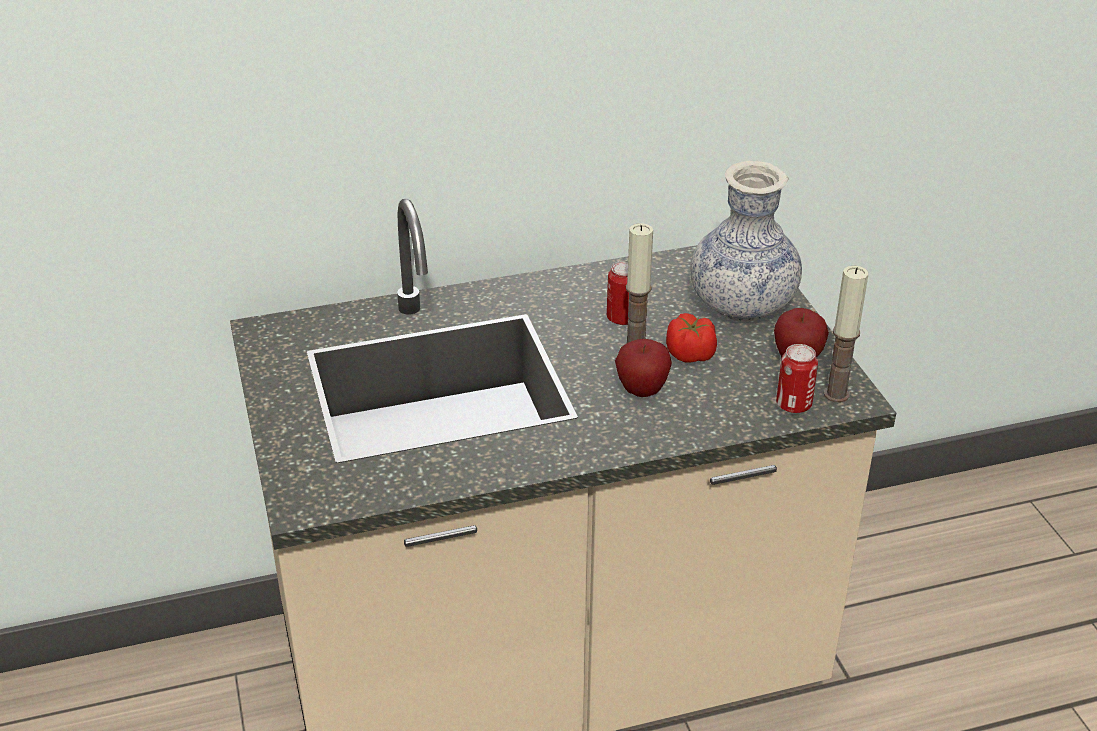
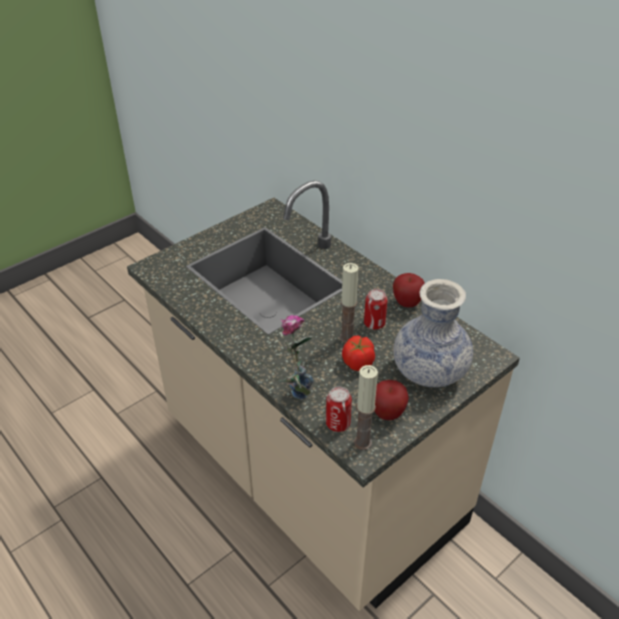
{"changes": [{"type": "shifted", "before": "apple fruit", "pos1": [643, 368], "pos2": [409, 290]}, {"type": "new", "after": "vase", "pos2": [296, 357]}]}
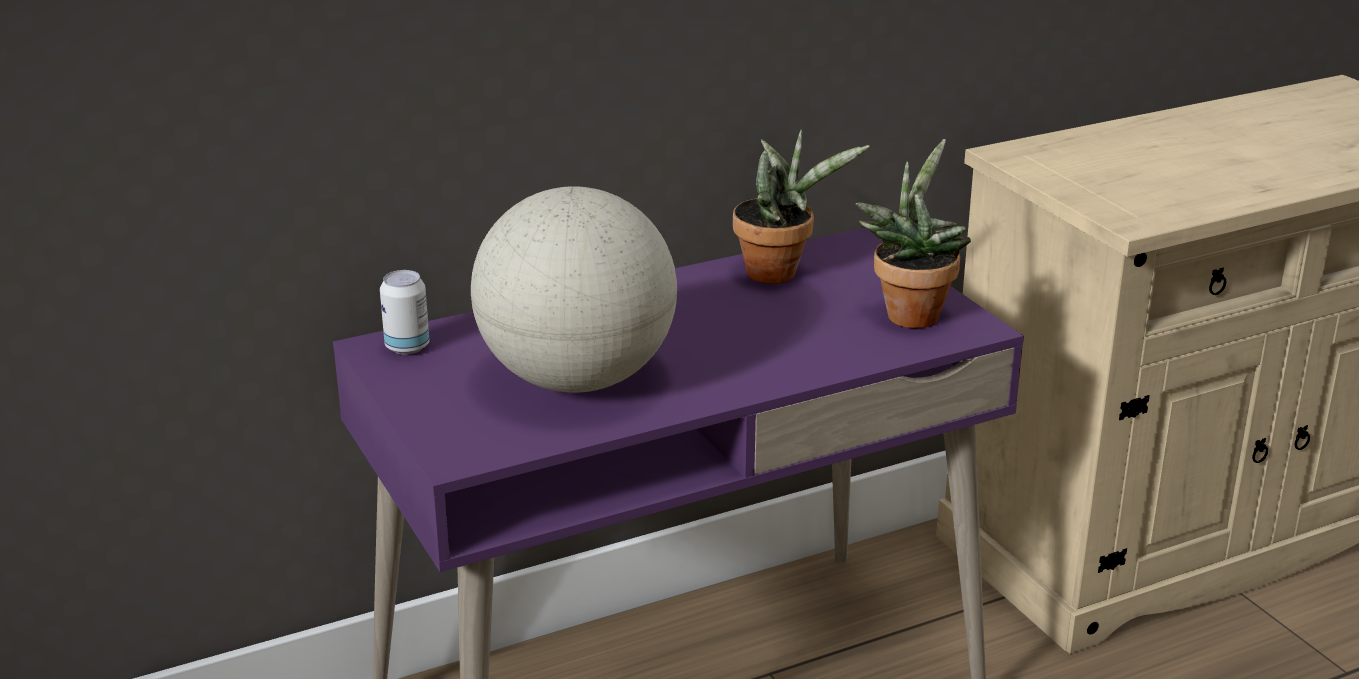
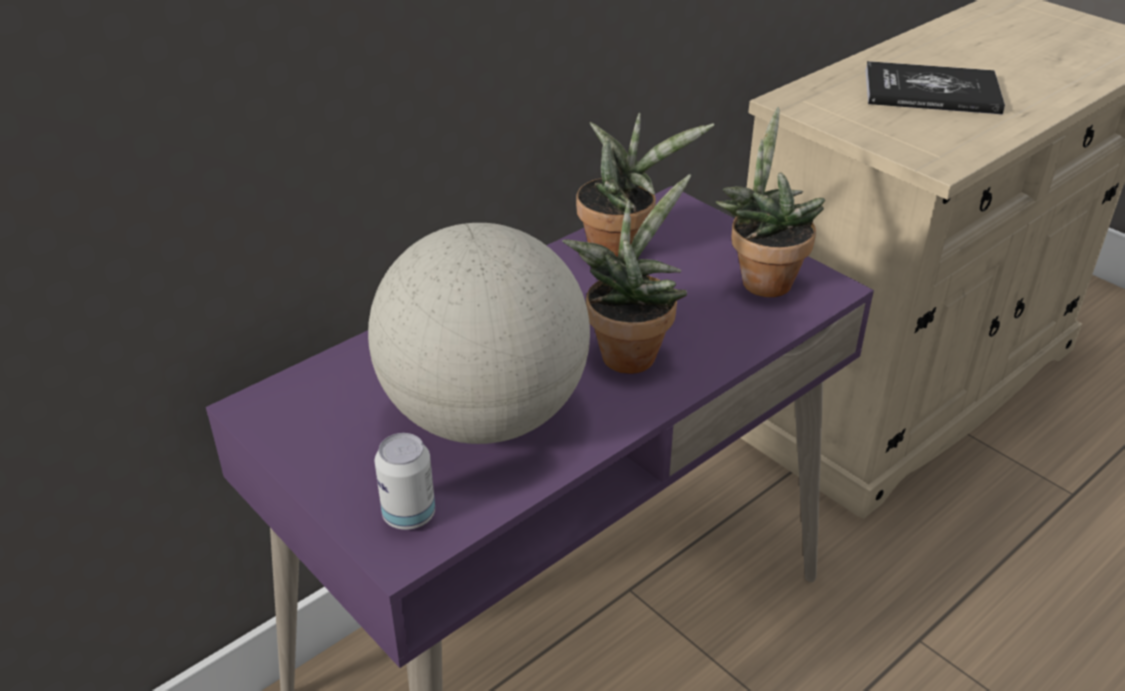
{"changes": [{"type": "shifted", "before": "sealed can", "pos1": [404, 312], "pos2": [405, 481]}, {"type": "new", "after": "bound book", "pos2": [935, 87]}, {"type": "new", "after": "houseplant", "pos2": [626, 274]}]}
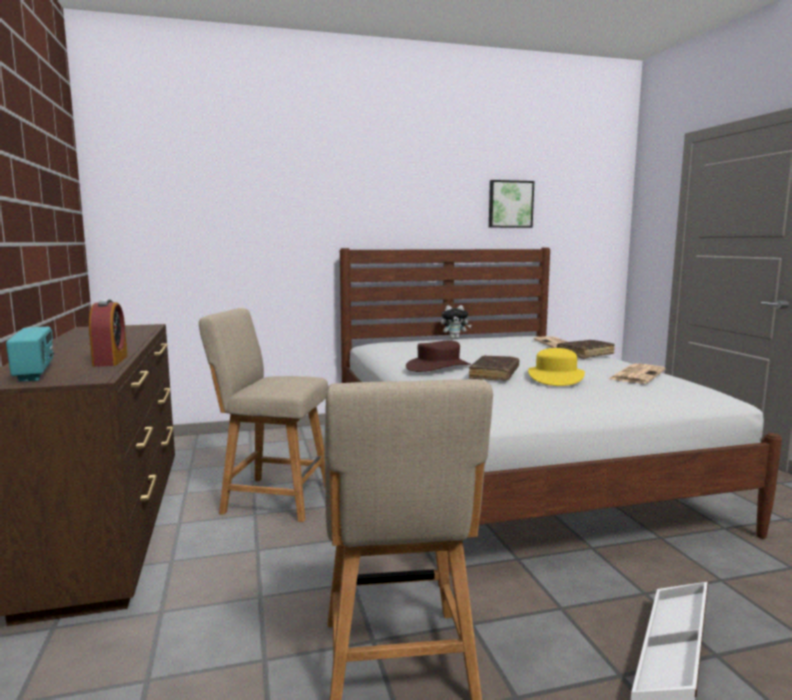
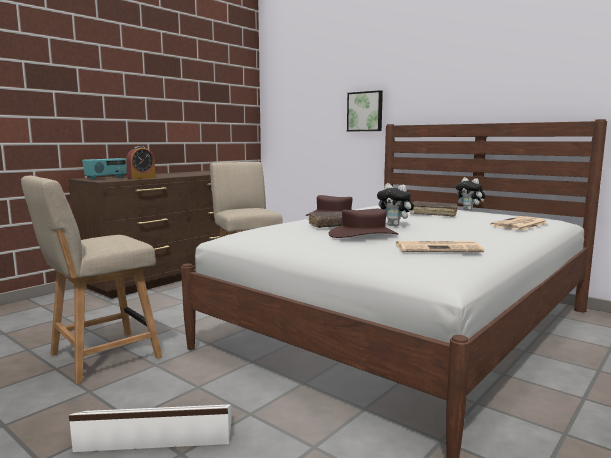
{"changes": [{"type": "shifted", "before": "picture", "pos1": [511, 204], "pos2": [365, 111]}, {"type": "shifted", "before": "brownish bound book", "pos1": [586, 349], "pos2": [433, 209]}, {"type": "repainted", "before": "yellowish wearable hat", "after": "brownish wearable hat", "pos1": [556, 367], "pos2": [364, 223]}, {"type": "new", "after": "soft toy", "pos2": [395, 204]}]}
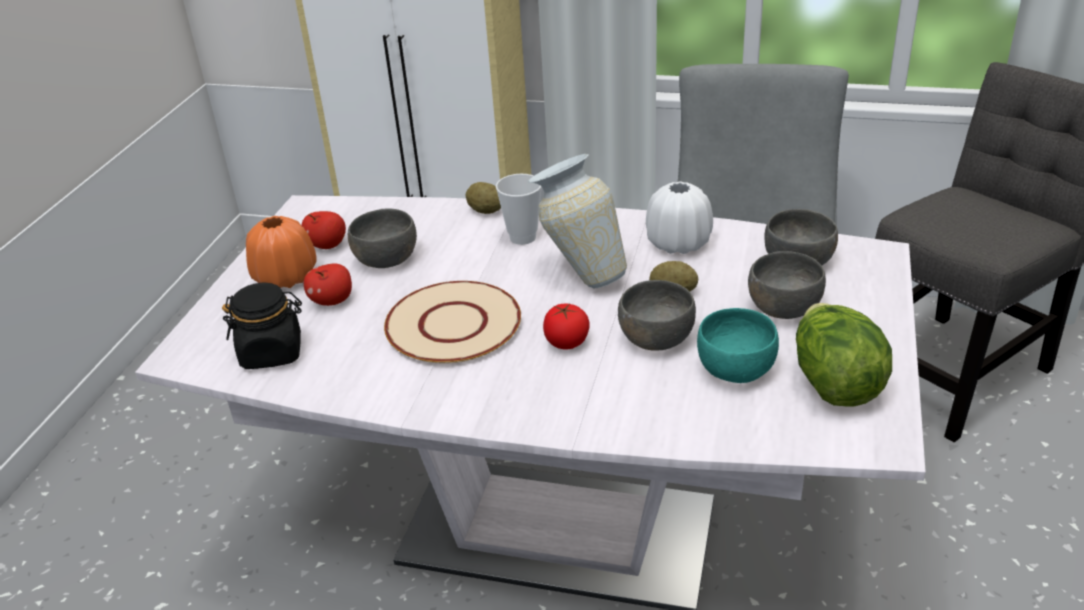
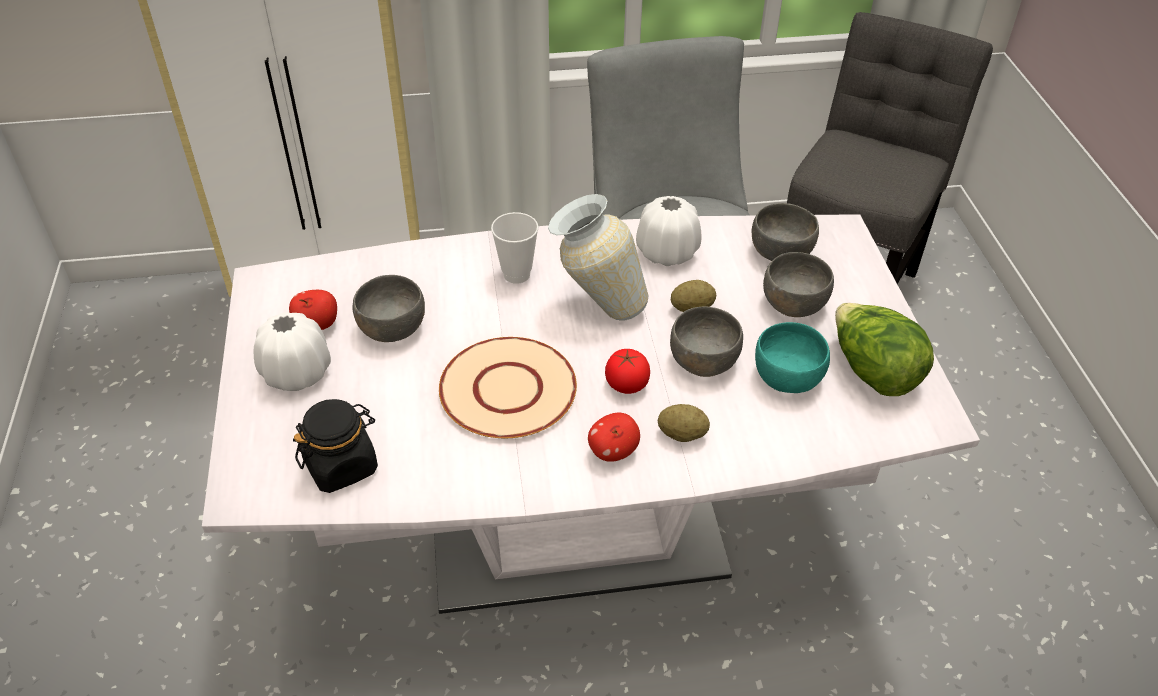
{"changes": [{"type": "shifted", "before": "whole potato", "pos1": [483, 198], "pos2": [684, 423]}, {"type": "repainted", "before": "orange-coloured vase", "after": "whitish vase", "pos1": [281, 252], "pos2": [292, 351]}, {"type": "shifted", "before": "apple fruit", "pos1": [328, 285], "pos2": [614, 437]}]}
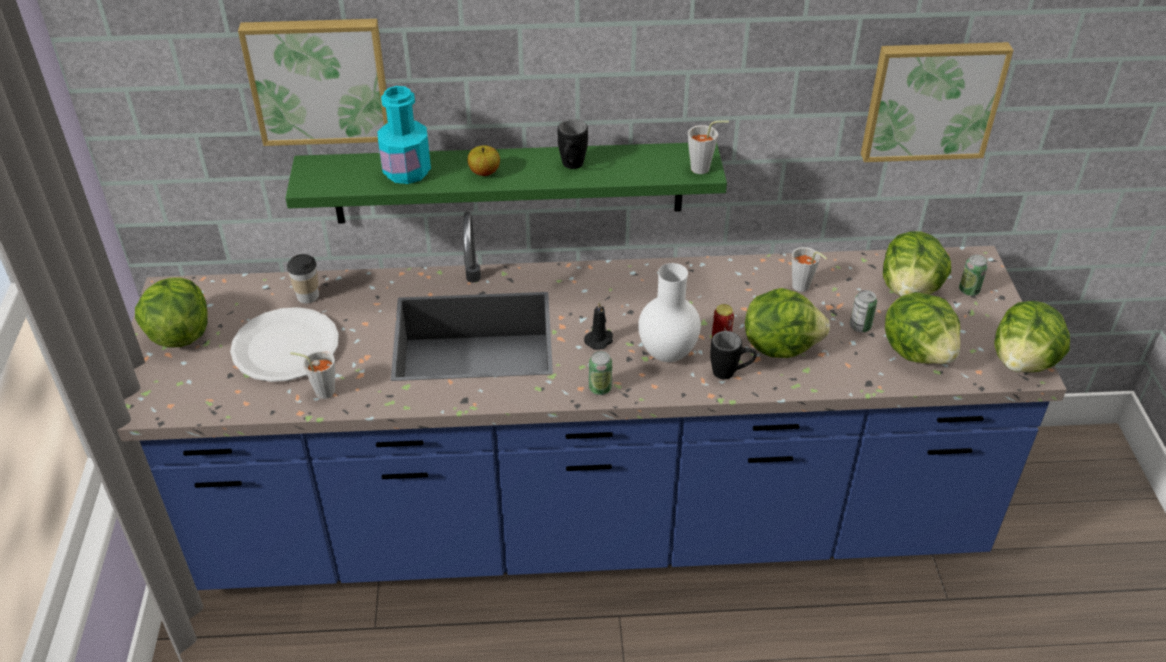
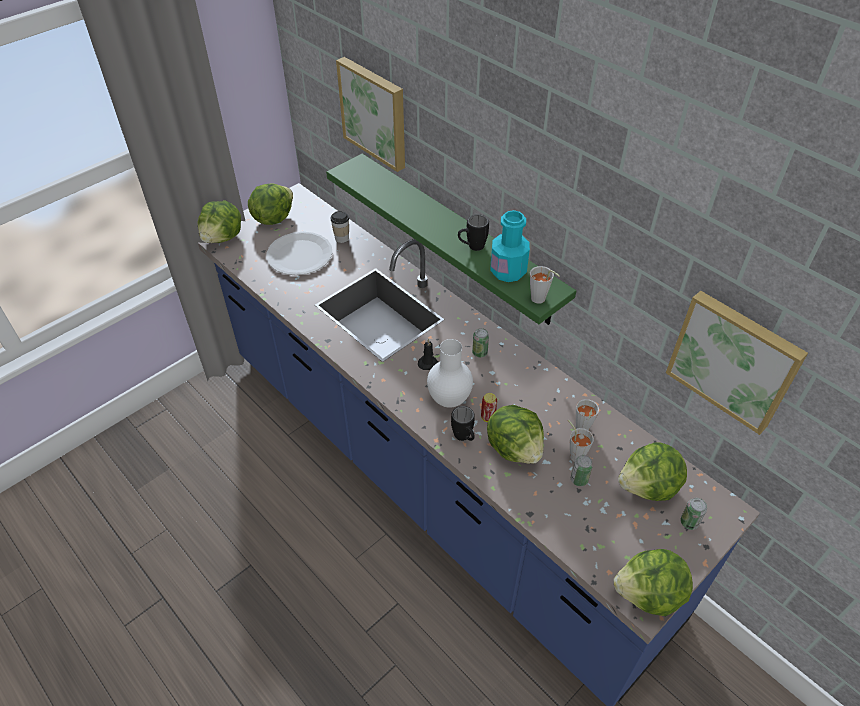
{"changes": [{"type": "shifted", "before": "blue-green beverage bottle", "pos1": [404, 135], "pos2": [510, 246]}, {"type": "gone", "before": "apple fruit", "pos1": [484, 160]}, {"type": "shifted", "before": "lettuce", "pos1": [922, 328], "pos2": [219, 221]}, {"type": "shifted", "before": "grey cup", "pos1": [312, 375], "pos2": [581, 440]}, {"type": "shifted", "before": "sealed can", "pos1": [600, 373], "pos2": [480, 342]}]}
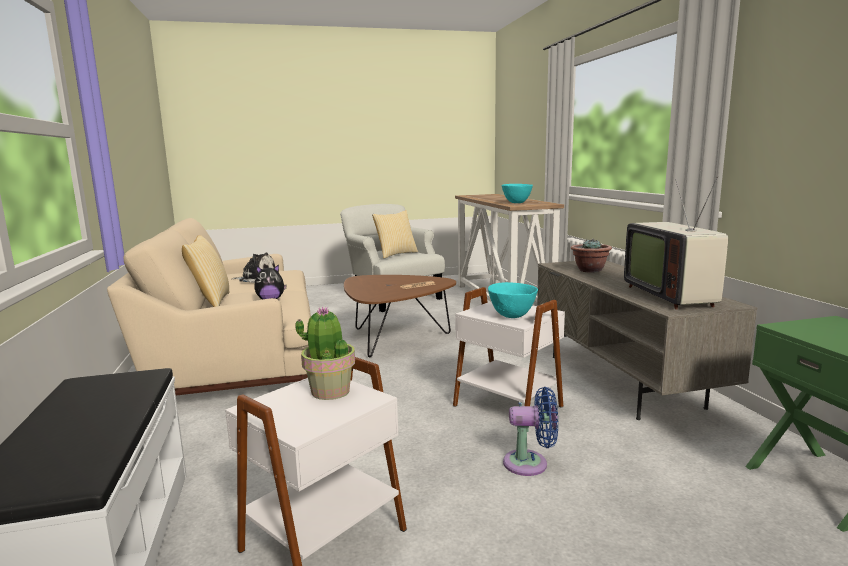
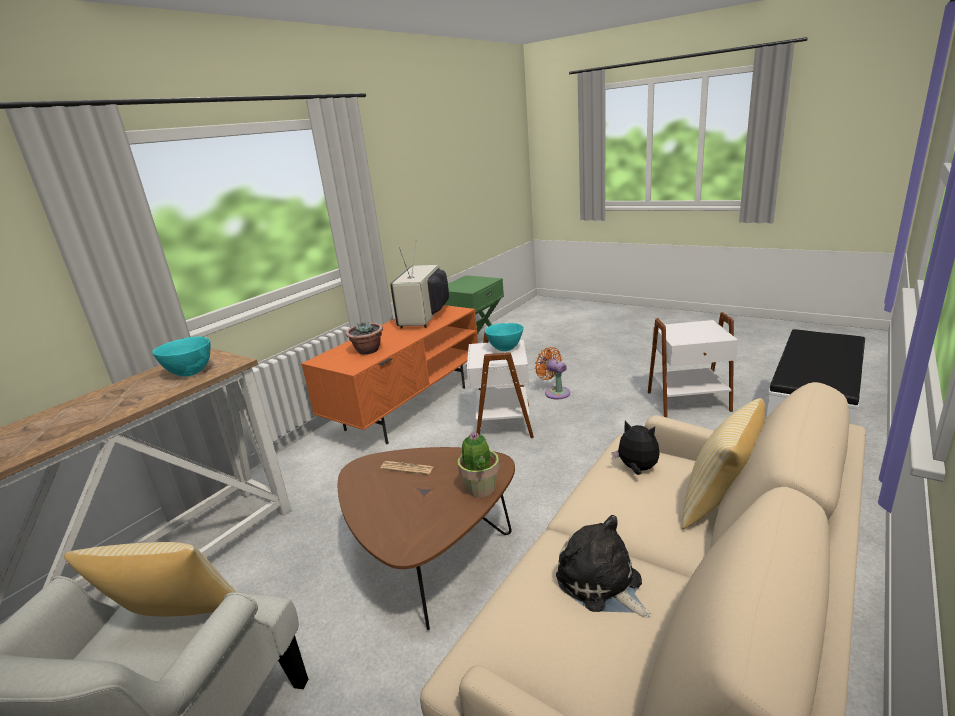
{"changes": [{"type": "rotated", "before": "TV set", "pos1": [676, 242], "pos2": [419, 286], "turn": 150}, {"type": "repainted", "before": "grey tv stand", "after": "orange-coloured tv stand", "pos1": [647, 340], "pos2": [389, 374]}, {"type": "shifted", "before": "houseplant", "pos1": [325, 353], "pos2": [478, 464]}, {"type": "repainted", "before": "bluish fan", "after": "orange-coloured fan", "pos1": [530, 431], "pos2": [552, 373]}]}
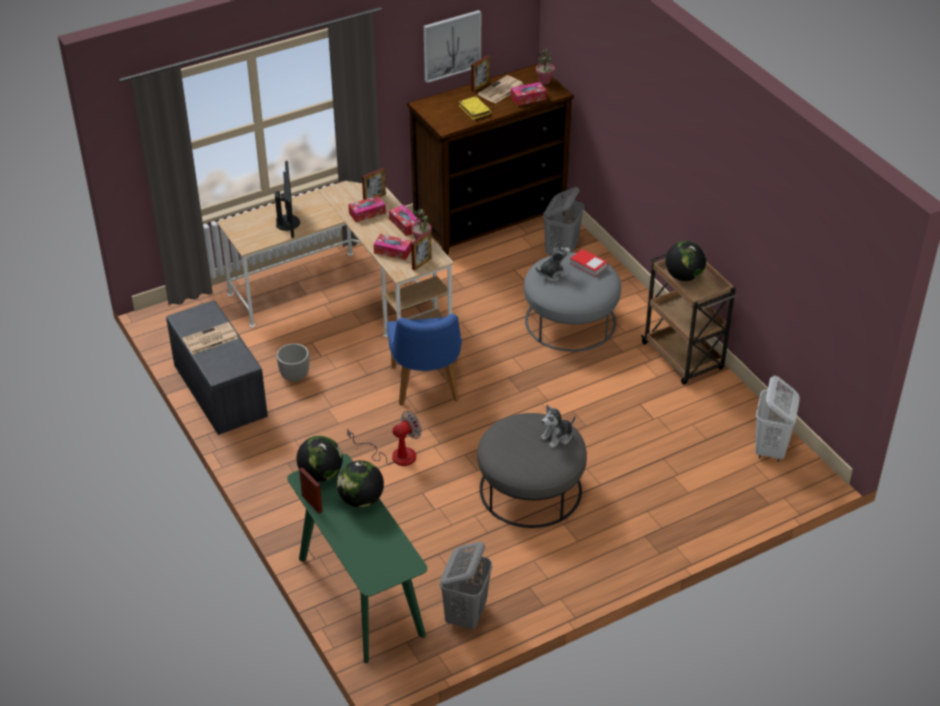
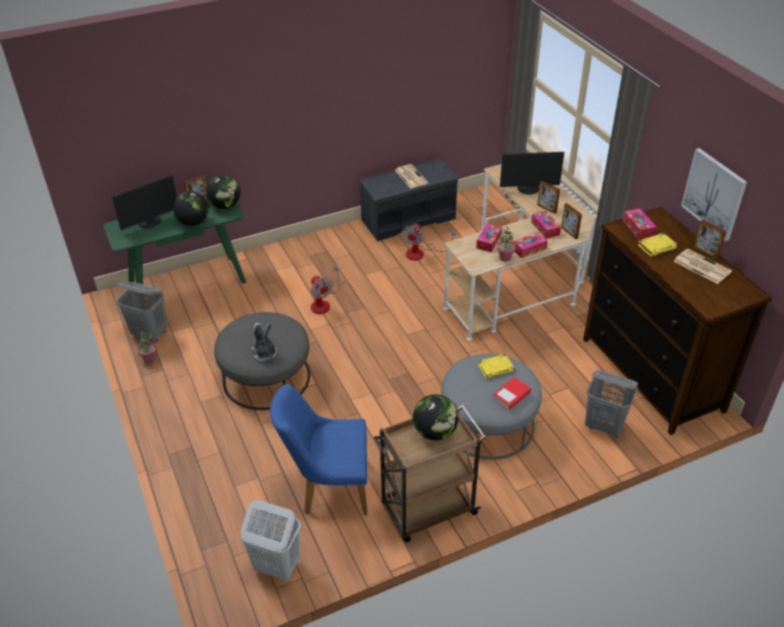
{"changes": [{"type": "shifted", "before": "houseplant", "pos1": [545, 65], "pos2": [147, 347]}, {"type": "shifted", "before": "box of tissues", "pos1": [529, 94], "pos2": [639, 224]}, {"type": "shifted", "before": "photo frame", "pos1": [421, 251], "pos2": [548, 197]}, {"type": "swapped", "before": "soft toy", "after": "yellowish bound book", "pos1": [553, 261], "pos2": [496, 366]}, {"type": "shifted", "before": "bluish upright chair", "pos1": [424, 360], "pos2": [319, 449]}, {"type": "swapped", "before": "planter", "after": "fan", "pos1": [292, 362], "pos2": [429, 241]}, {"type": "new", "after": "computer display", "pos2": [144, 202]}]}
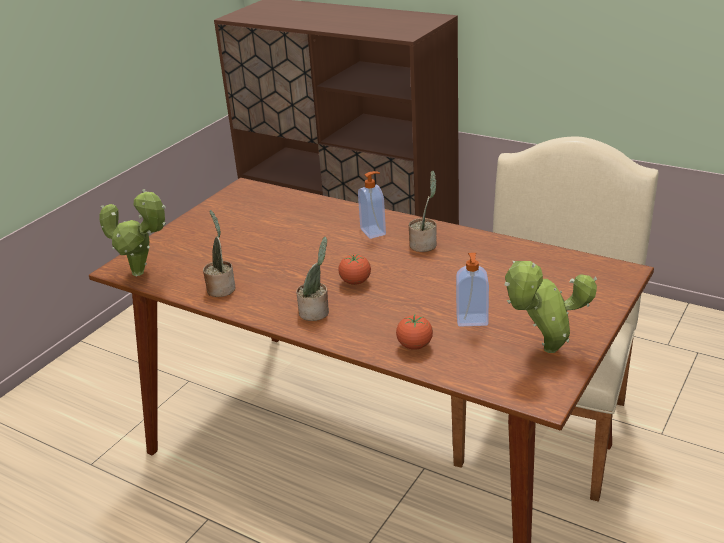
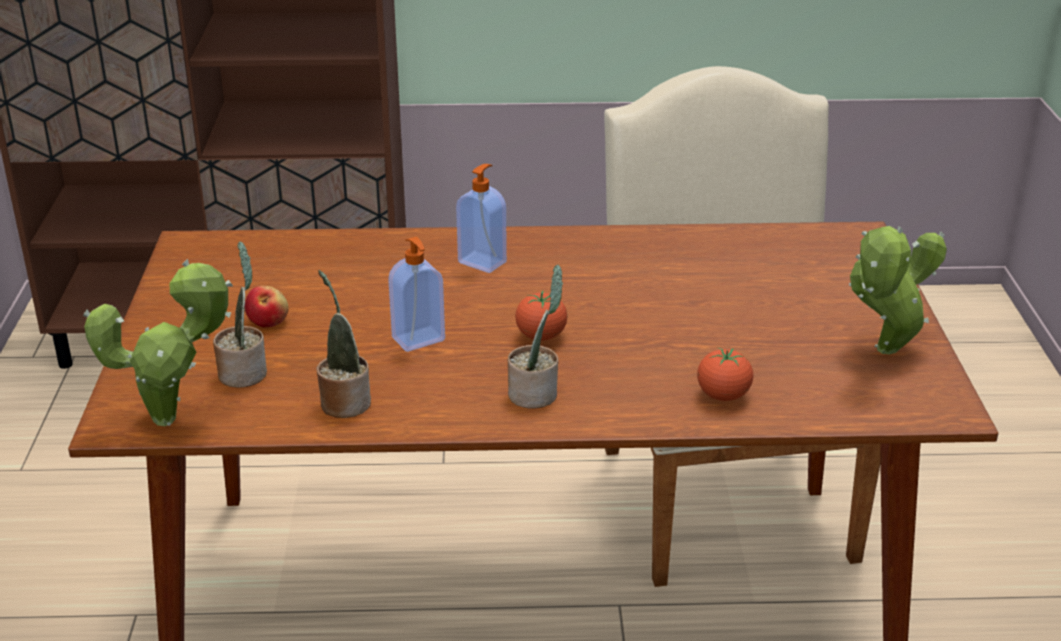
{"changes": [{"type": "shifted", "before": "houseplant", "pos1": [423, 211], "pos2": [240, 314]}, {"type": "shifted", "before": "soap bottle", "pos1": [472, 289], "pos2": [416, 294]}, {"type": "new", "after": "apple fruit", "pos2": [266, 306]}]}
